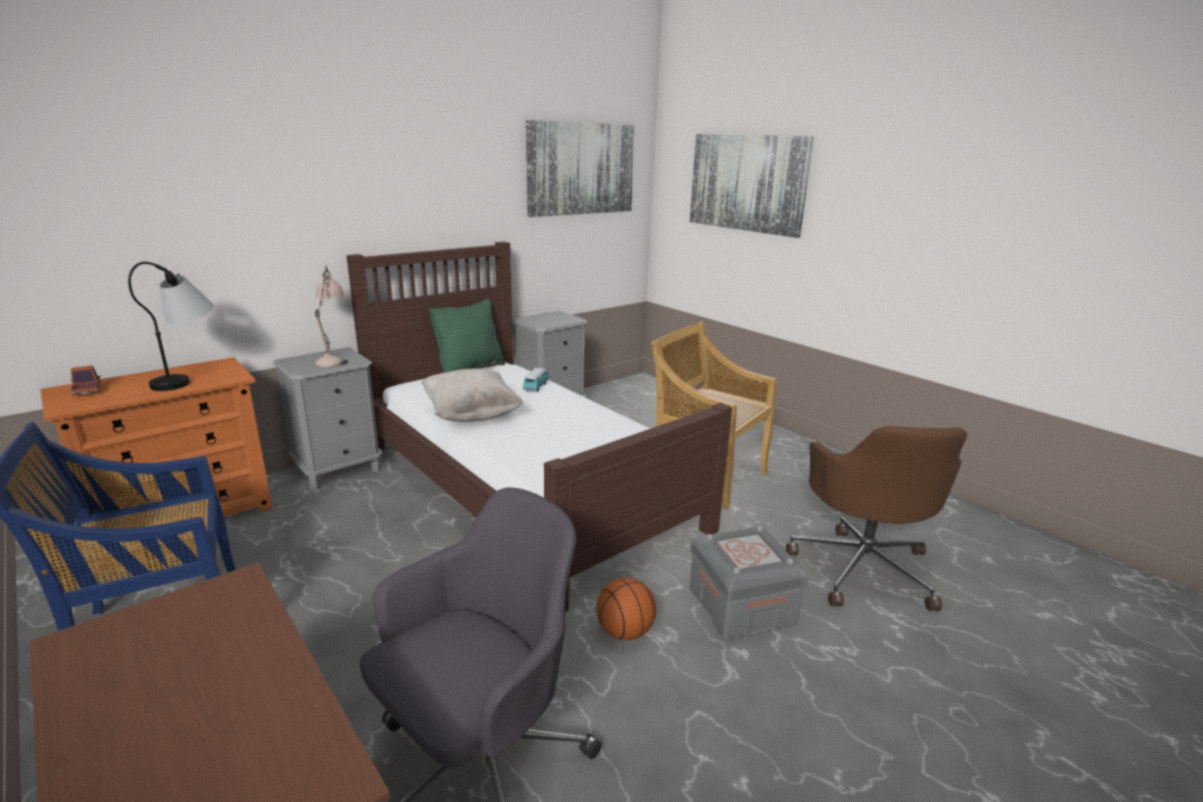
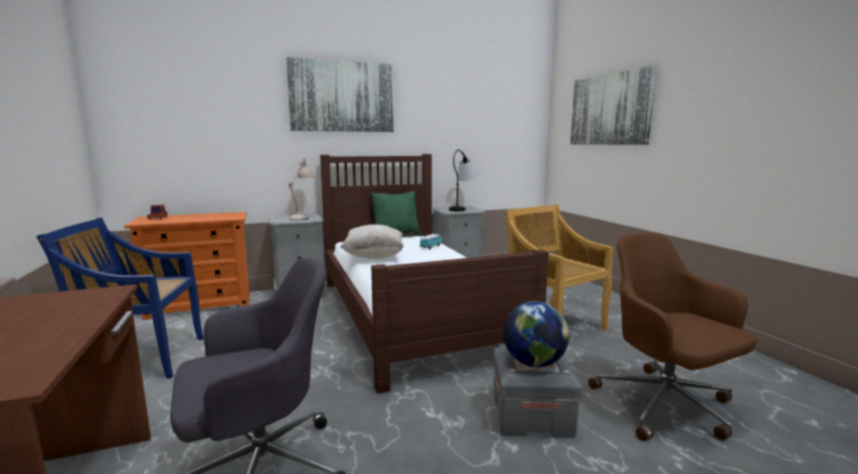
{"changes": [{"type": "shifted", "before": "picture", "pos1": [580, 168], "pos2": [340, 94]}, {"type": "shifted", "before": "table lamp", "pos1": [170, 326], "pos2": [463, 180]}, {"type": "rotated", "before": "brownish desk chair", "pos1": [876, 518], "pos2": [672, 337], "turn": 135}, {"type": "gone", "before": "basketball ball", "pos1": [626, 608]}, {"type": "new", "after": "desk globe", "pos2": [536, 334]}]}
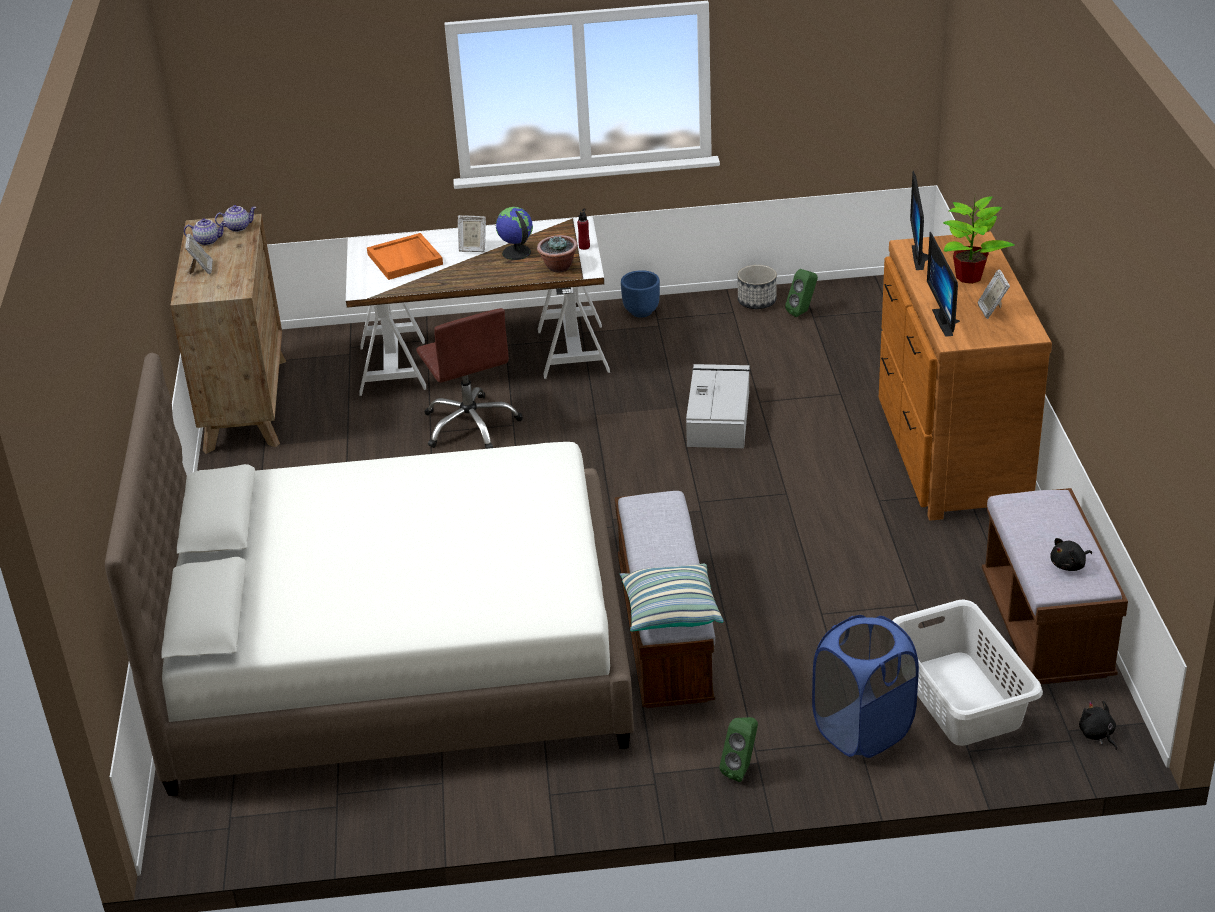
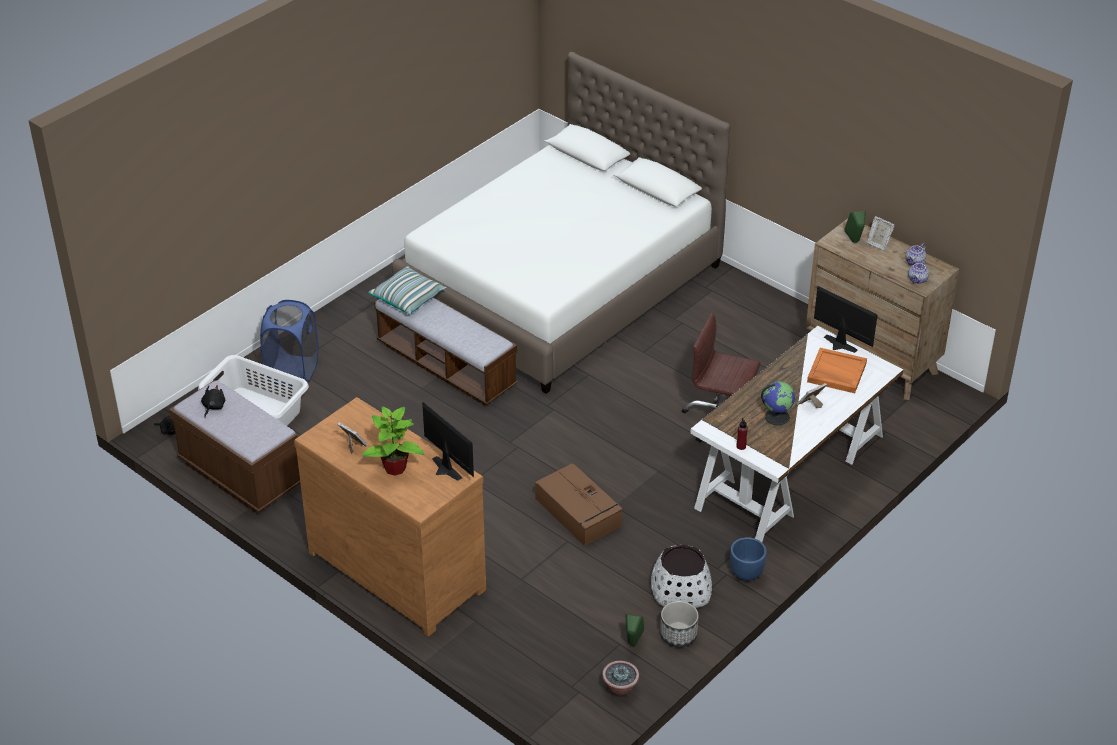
{"changes": [{"type": "shifted", "before": "computer display", "pos1": [943, 284], "pos2": [845, 319]}, {"type": "shifted", "before": "houseplant", "pos1": [557, 254], "pos2": [620, 679]}, {"type": "repainted", "before": "grey storage bin", "after": "brownish storage bin", "pos1": [718, 406], "pos2": [579, 505]}, {"type": "shifted", "before": "green-coloured loudspeaker", "pos1": [738, 749], "pos2": [855, 227]}, {"type": "new", "after": "whitish planter", "pos2": [681, 576]}]}
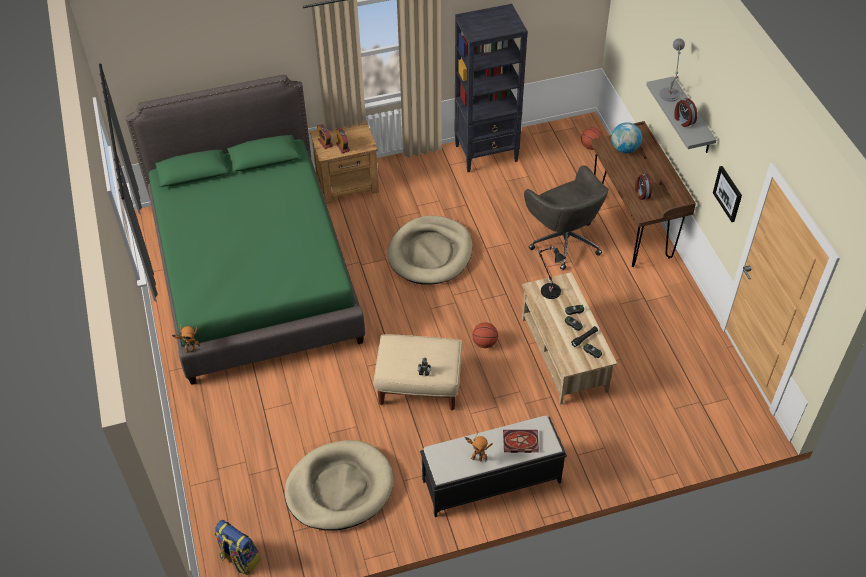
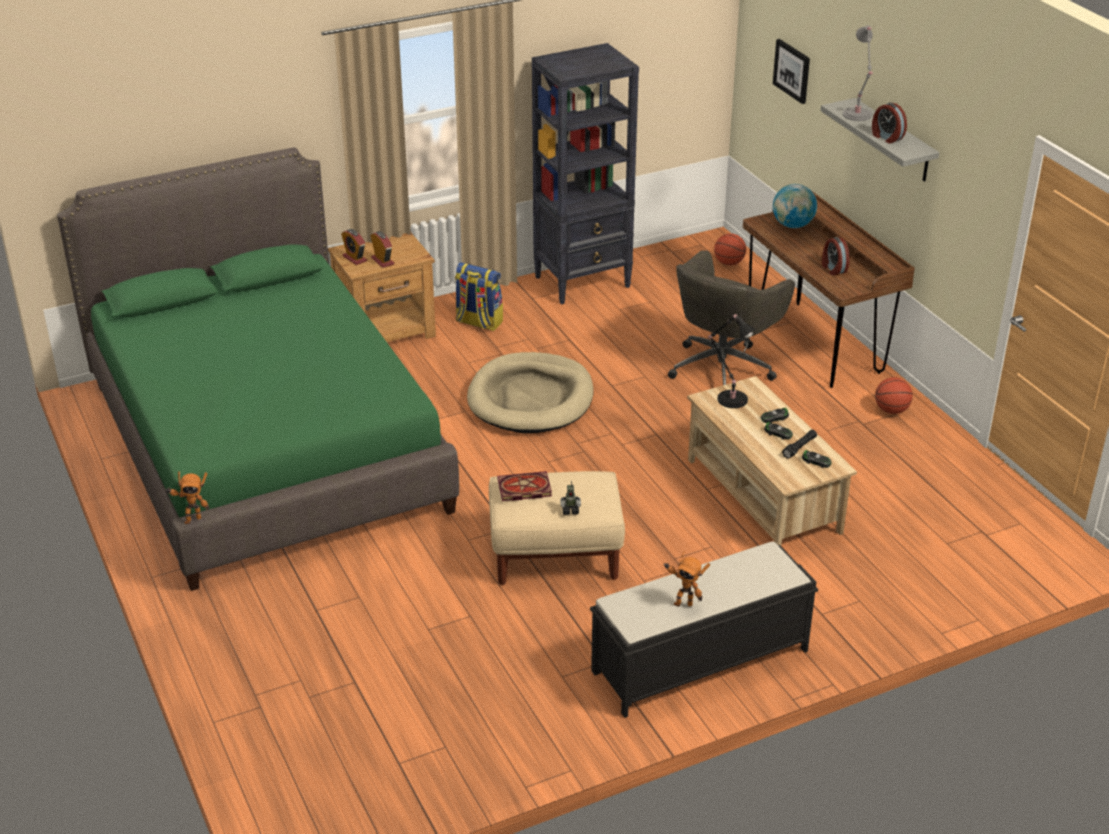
{"changes": [{"type": "rotated", "before": "grey desk chair", "pos1": [566, 217], "pos2": [731, 317], "turn": 75}, {"type": "shifted", "before": "picture", "pos1": [727, 194], "pos2": [791, 71]}, {"type": "shifted", "before": "basketball ball", "pos1": [485, 335], "pos2": [894, 395]}, {"type": "shifted", "before": "bound book", "pos1": [521, 441], "pos2": [524, 486]}, {"type": "gone", "before": "beige-coloured dog cushion", "pos1": [339, 485]}, {"type": "shifted", "before": "rucksack", "pos1": [238, 547], "pos2": [479, 296]}]}
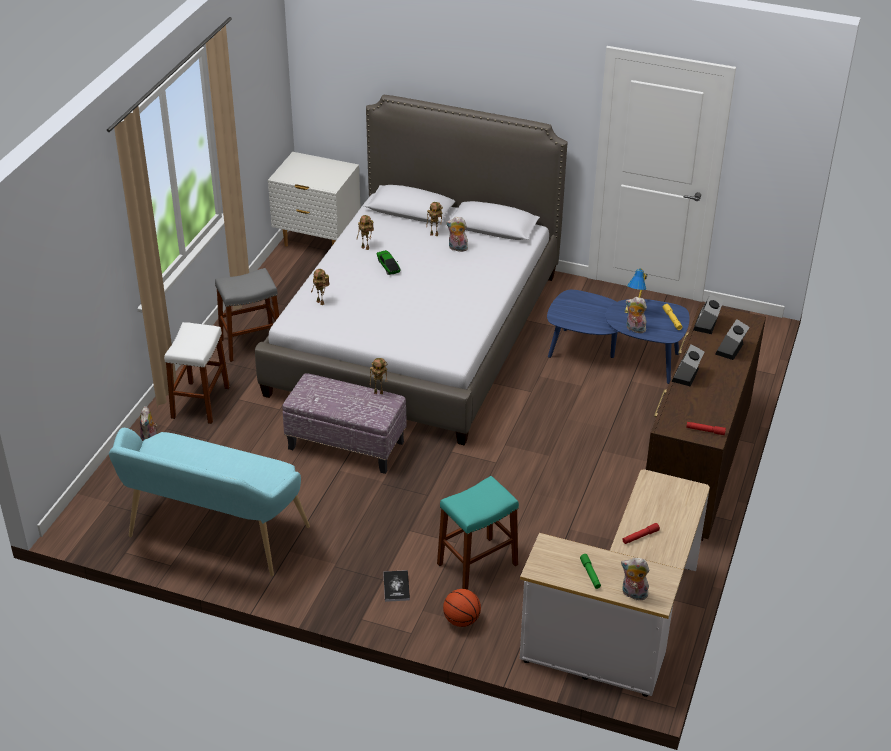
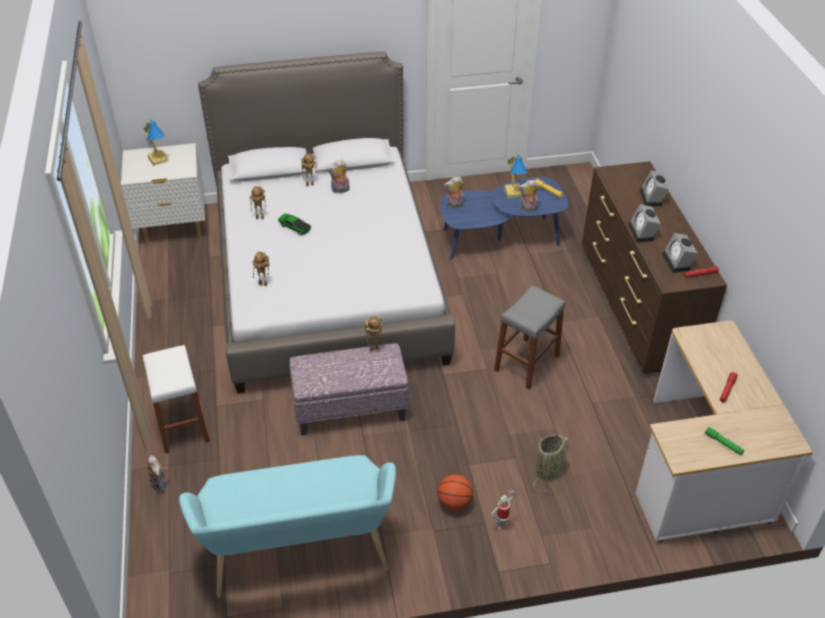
{"changes": [{"type": "shifted", "before": "grey stool seat", "pos1": [247, 315], "pos2": [530, 337]}, {"type": "shifted", "before": "alarm clock", "pos1": [708, 314], "pos2": [680, 253]}, {"type": "swapped", "before": "blue-green stool seat", "after": "household basket", "pos1": [478, 533], "pos2": [550, 462]}, {"type": "shifted", "before": "soft toy", "pos1": [635, 579], "pos2": [454, 192]}, {"type": "swapped", "before": "bound book", "after": "robot figure", "pos1": [396, 586], "pos2": [503, 509]}, {"type": "shifted", "before": "basketball ball", "pos1": [462, 608], "pos2": [455, 492]}, {"type": "new", "after": "table lamp", "pos2": [156, 143]}]}
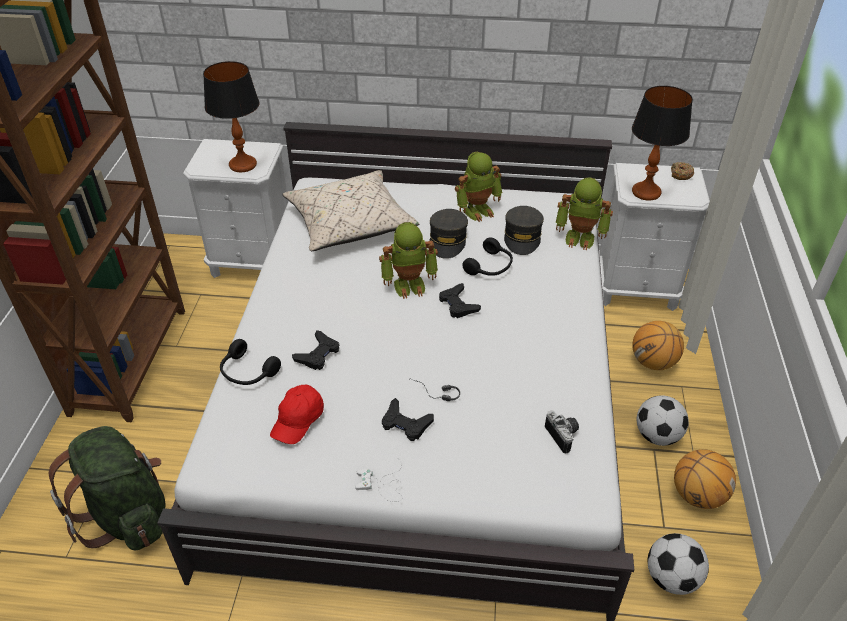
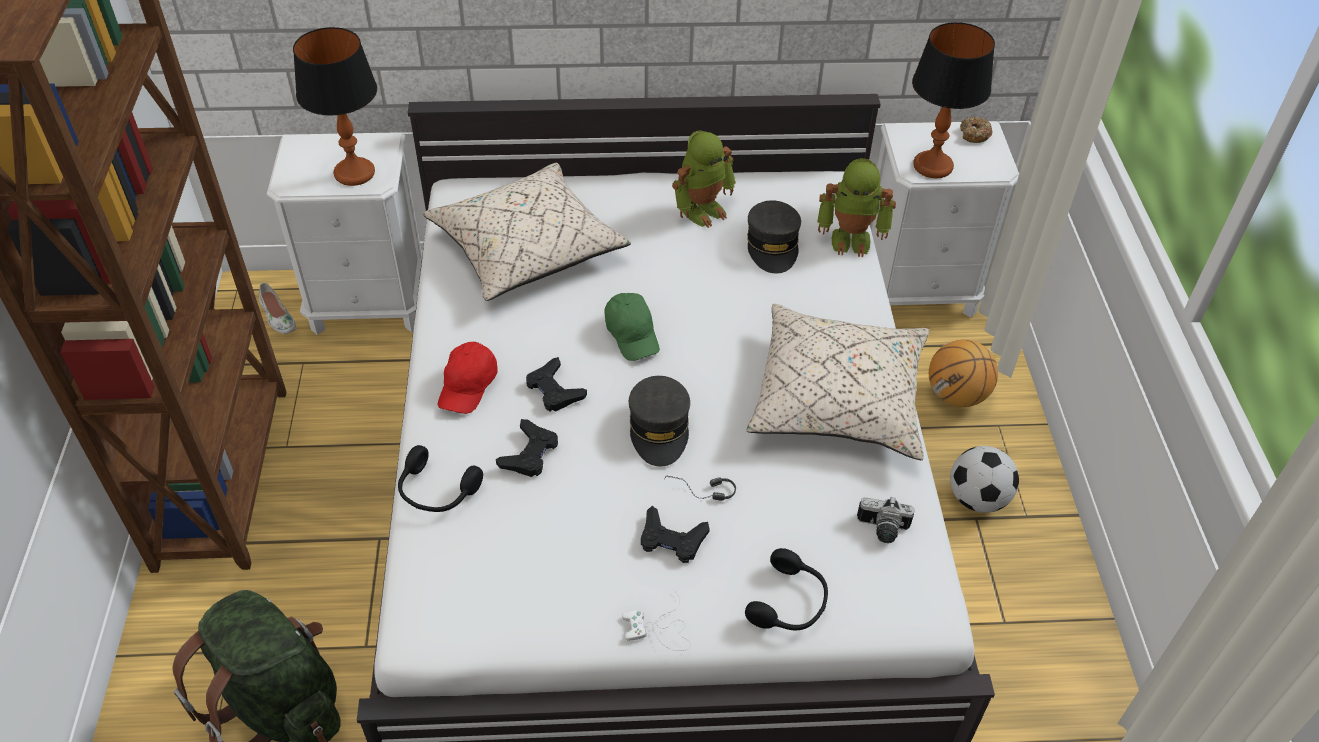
{"changes": [{"type": "shifted", "before": "grey peaked cap", "pos1": [448, 234], "pos2": [659, 421]}, {"type": "swapped", "before": "robot figure", "after": "green-coloured peaked cap", "pos1": [408, 260], "pos2": [632, 327]}, {"type": "shifted", "before": "black pair of headphones", "pos1": [487, 256], "pos2": [786, 589]}, {"type": "shifted", "before": "black joypad", "pos1": [460, 300], "pos2": [556, 384]}, {"type": "shifted", "before": "red-coloured peaked cap", "pos1": [297, 414], "pos2": [468, 378]}, {"type": "rotated", "before": "still camera", "pos1": [562, 431], "pos2": [885, 520], "turn": 135}, {"type": "gone", "before": "basketball ball", "pos1": [705, 479]}, {"type": "gone", "before": "ball for football", "pos1": [678, 564]}, {"type": "new", "after": "whitish low shoe", "pos2": [277, 308]}, {"type": "new", "after": "beige-coloured throw pillow", "pos2": [838, 382]}]}
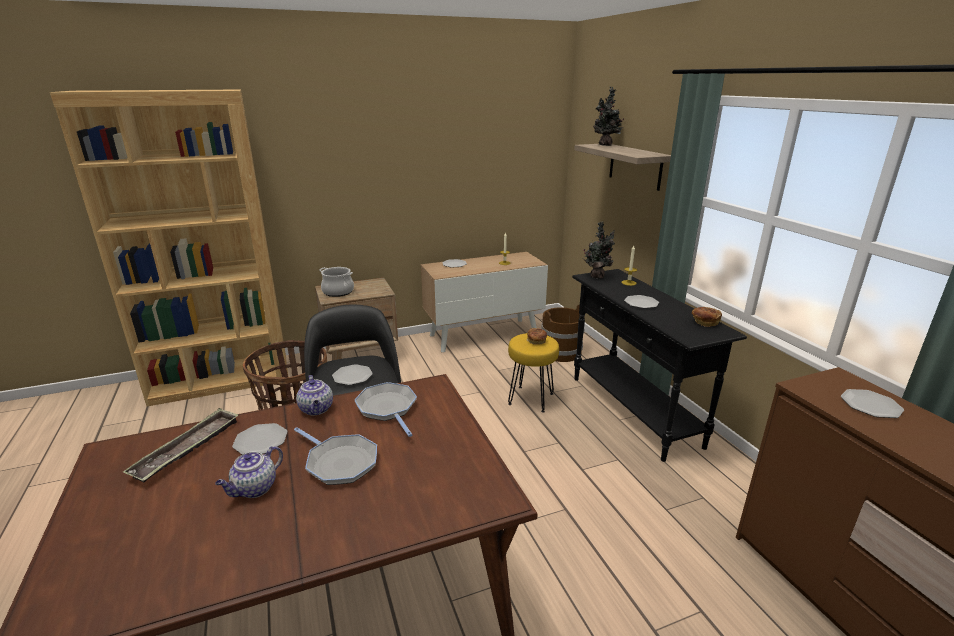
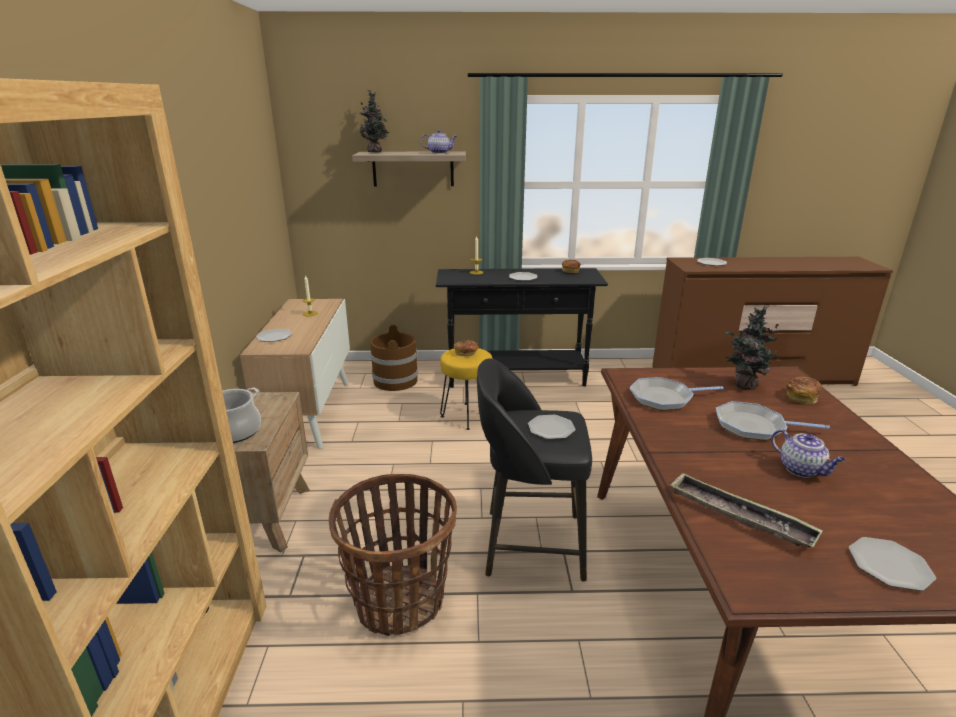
{"changes": [{"type": "shifted", "before": "houseplant", "pos1": [599, 250], "pos2": [755, 347]}, {"type": "shifted", "before": "tea pot", "pos1": [314, 395], "pos2": [439, 141]}, {"type": "shifted", "before": "dinner plate", "pos1": [260, 439], "pos2": [892, 564]}, {"type": "rotated", "before": "pan", "pos1": [335, 456], "pos2": [773, 420], "turn": -135}, {"type": "new", "after": "bakery bread", "pos2": [804, 390]}]}
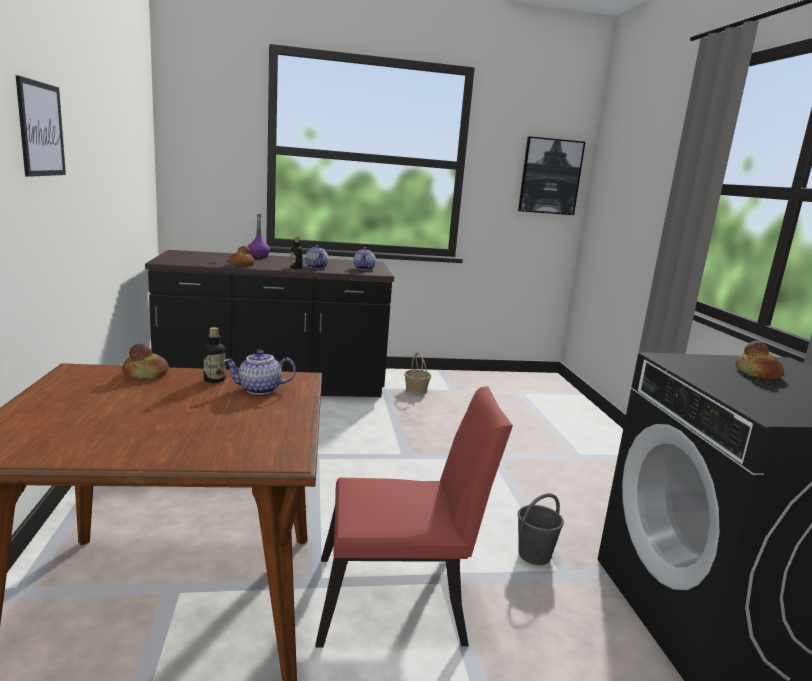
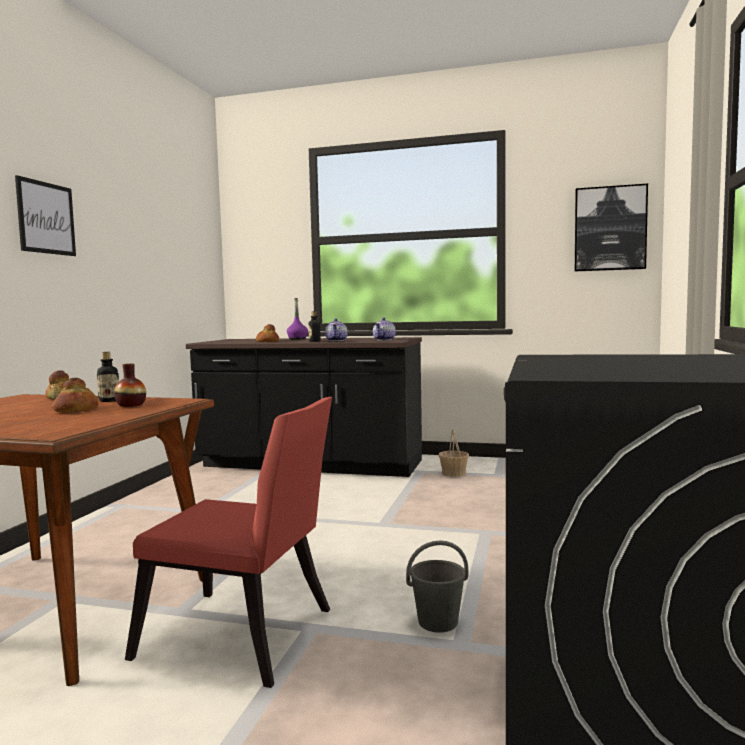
{"changes": [{"type": "shifted", "before": "bakery bread", "pos1": [759, 360], "pos2": [75, 395]}, {"type": "swapped", "before": "tea pot", "after": "vase", "pos1": [259, 372], "pos2": [130, 385]}]}
